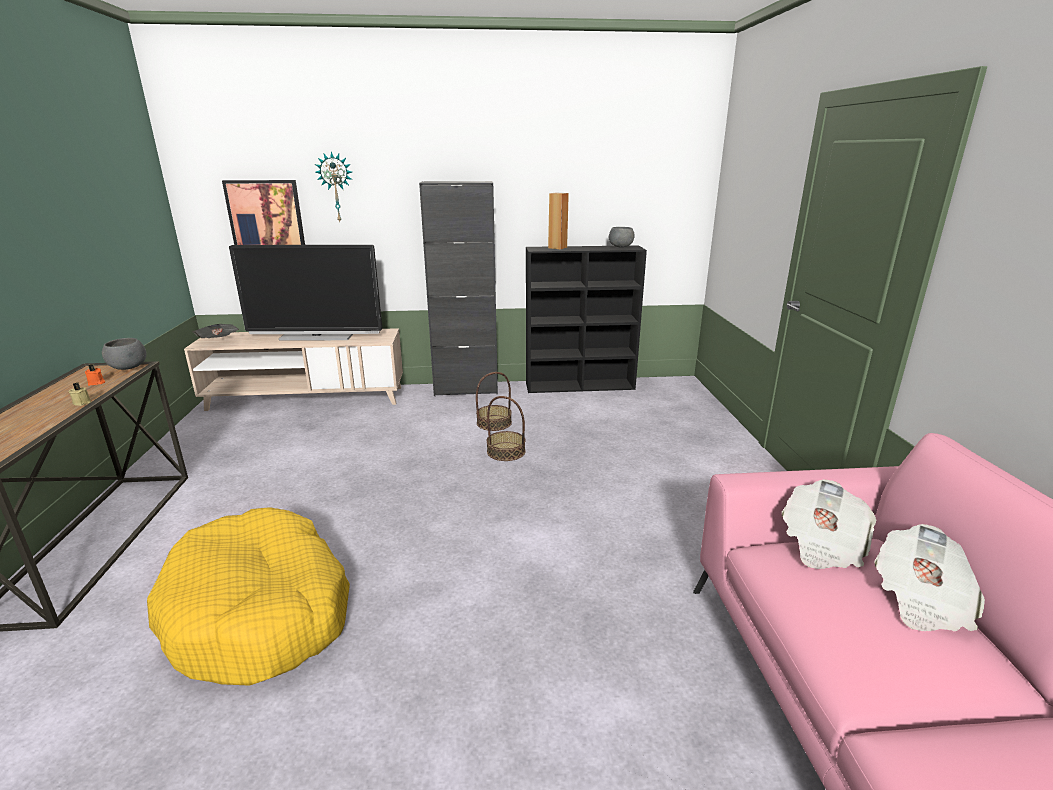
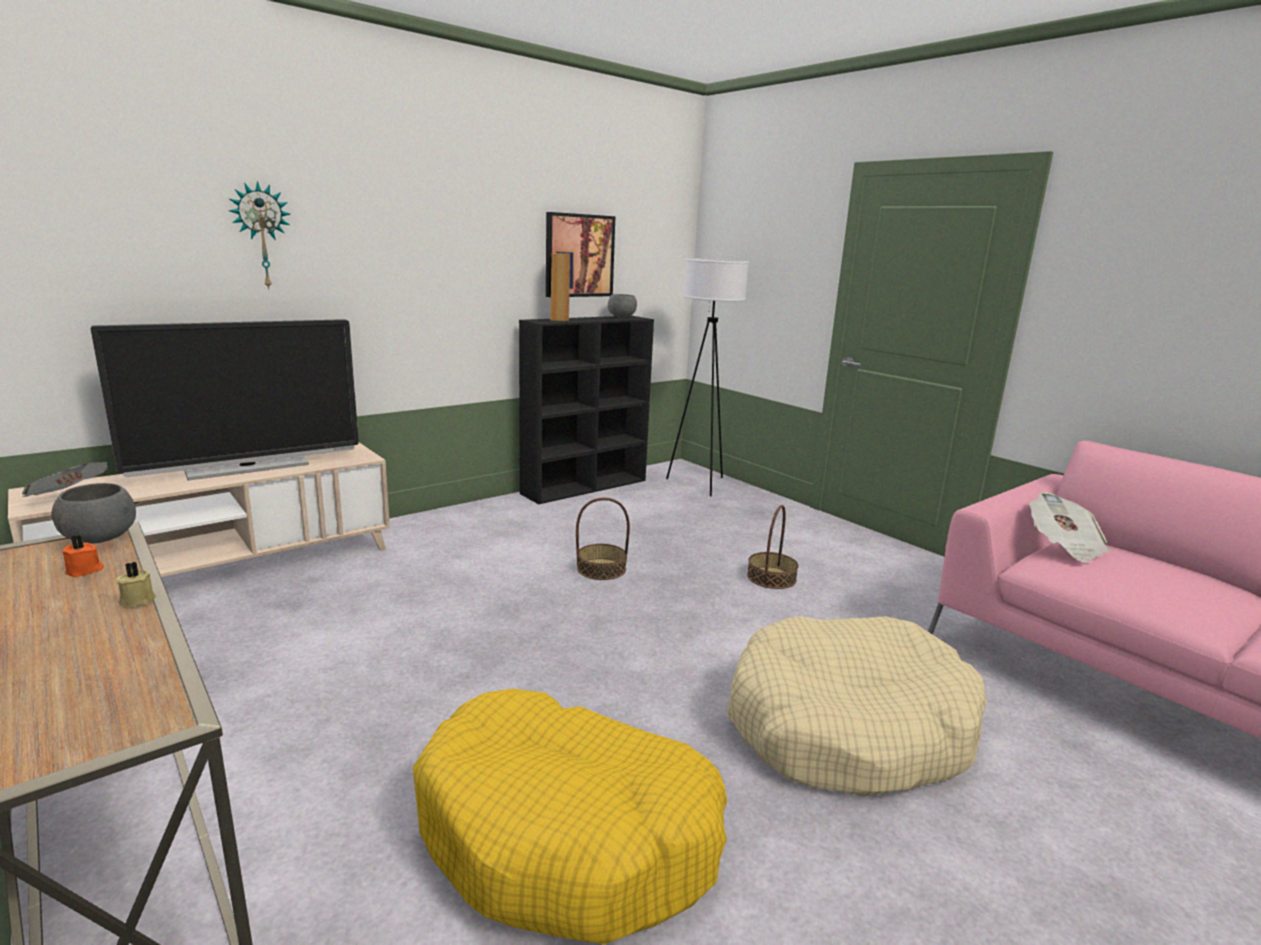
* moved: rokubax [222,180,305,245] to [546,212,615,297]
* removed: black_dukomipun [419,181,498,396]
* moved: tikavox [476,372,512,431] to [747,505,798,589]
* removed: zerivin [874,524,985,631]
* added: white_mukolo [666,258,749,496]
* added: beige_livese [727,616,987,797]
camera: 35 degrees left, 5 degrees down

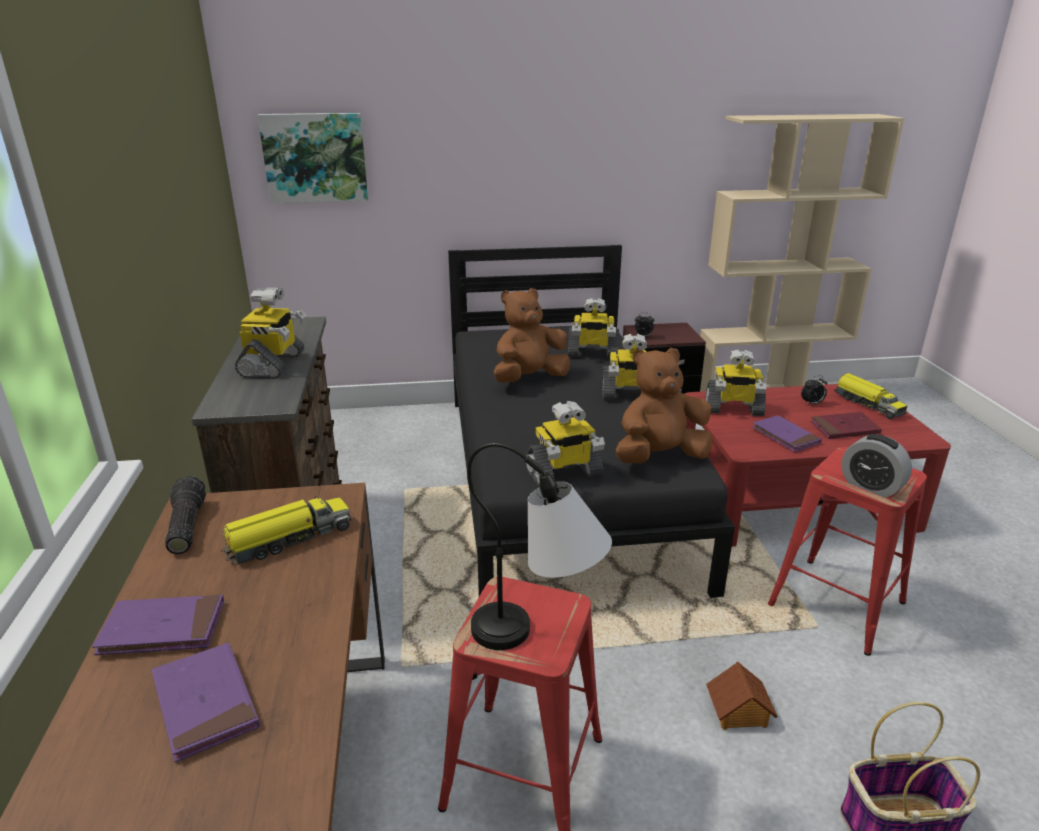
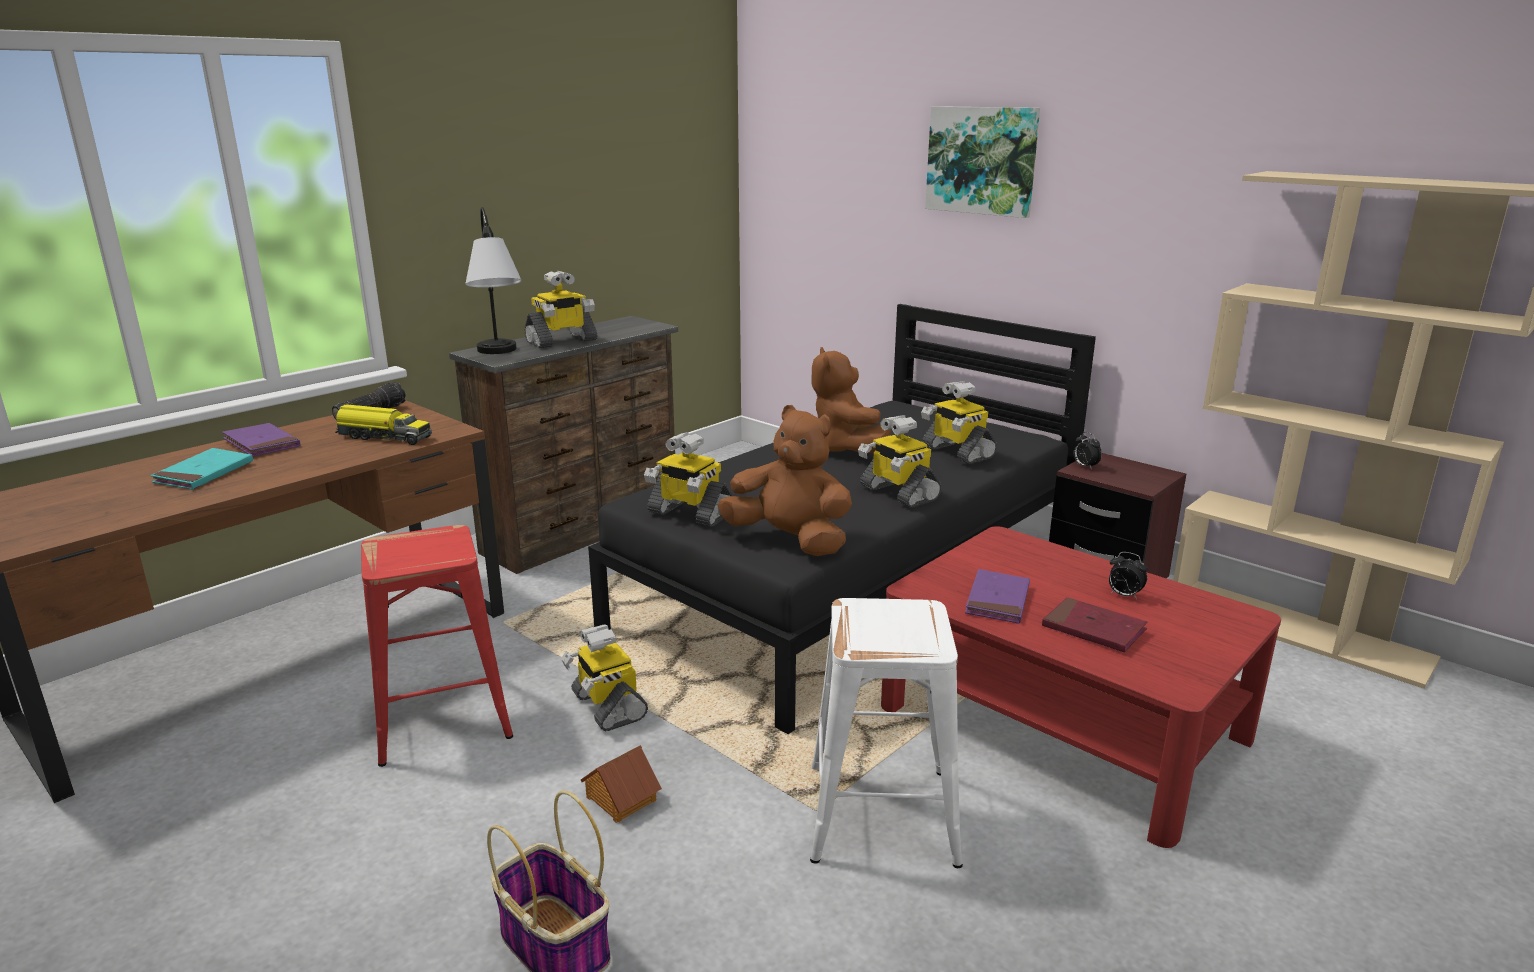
* recoloured: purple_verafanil [151,643,260,762] to turquoise_verafanil [150,448,253,490]
* moved: rokubax [258,113,368,203] to [925,106,1040,218]
* moved: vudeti [467,443,612,650] to [465,207,522,354]
* turned: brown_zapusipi [494,288,570,383] = [811,347,891,453] 120 degrees counterclockwise
* moved: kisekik [705,349,766,416] to [561,624,648,731]
* recoloured: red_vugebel [768,447,927,656] to white_vugebel [810,598,963,868]
* removed: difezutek [834,373,907,419]
* removed: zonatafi [841,434,912,498]
camera: 50 degrees right, 5 degrees down

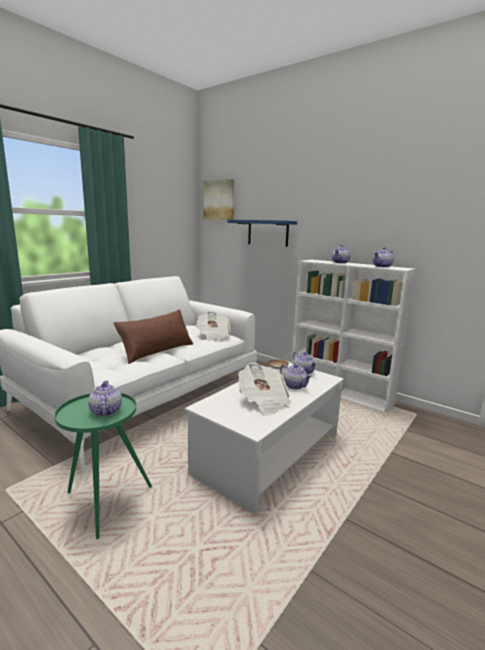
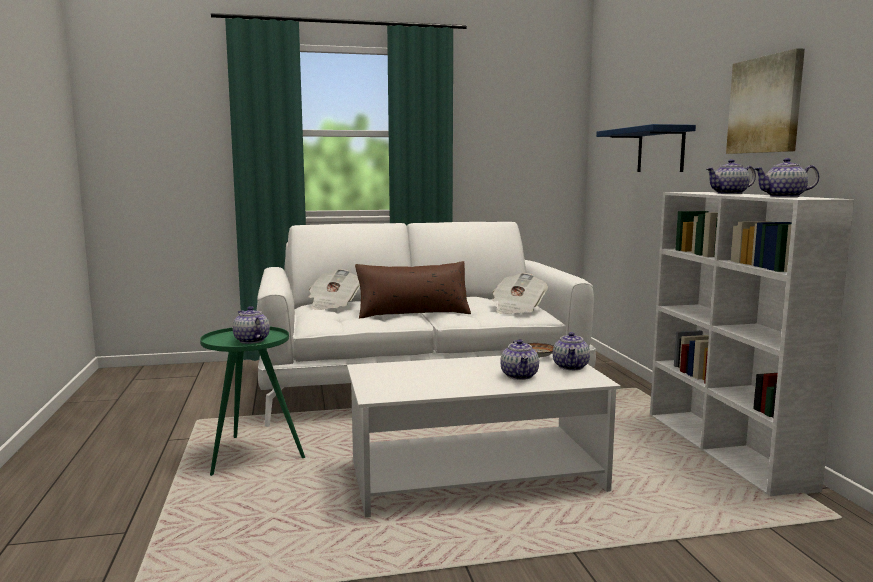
* turned: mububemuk [88,381,122,417] = [233,306,270,344] 60 degrees counterclockwise
* moved: rokubax [204,179,234,220] to [726,48,805,154]
* moved: zerivin [238,363,291,415] to [309,269,360,310]
camera: 40 degrees right, 5 degrees down

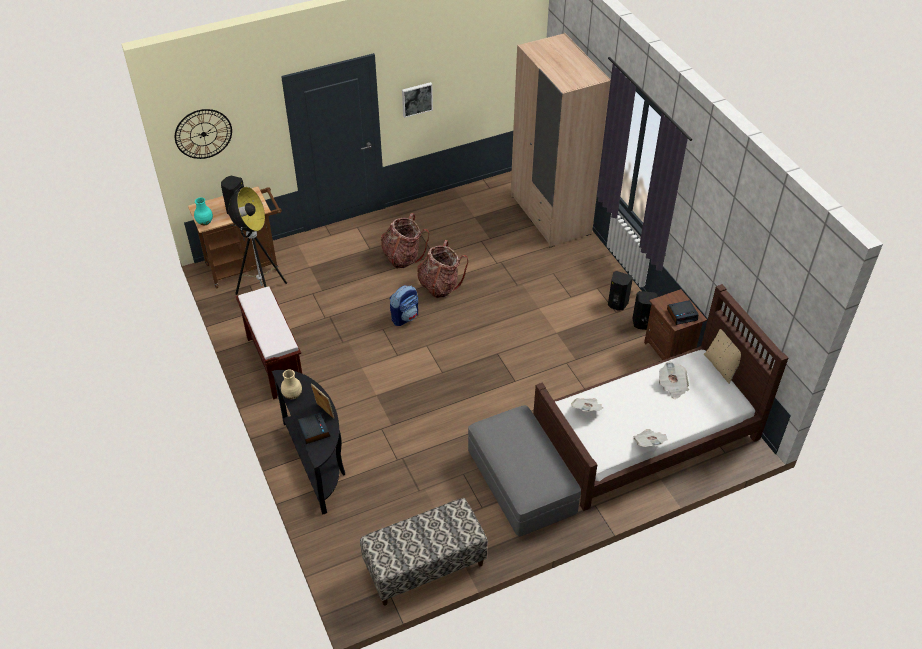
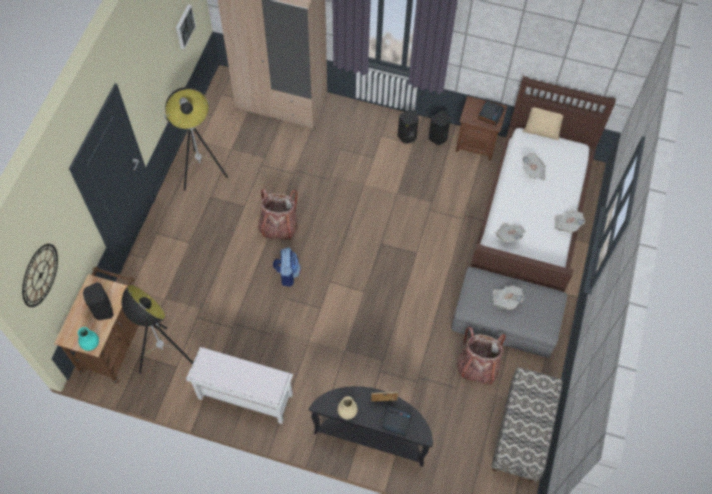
* recoloured: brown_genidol [236,286,302,400] to white_genidol [186,347,293,424]
* moved: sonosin [381,213,429,269] to [457,327,506,384]
* moved: rokubax [402,82,433,118] to [176,4,196,49]
* added: mukolo [165,87,228,191]
* added: zerivin [493,285,524,310]
camera: 50 degrees left, 15 degrees up

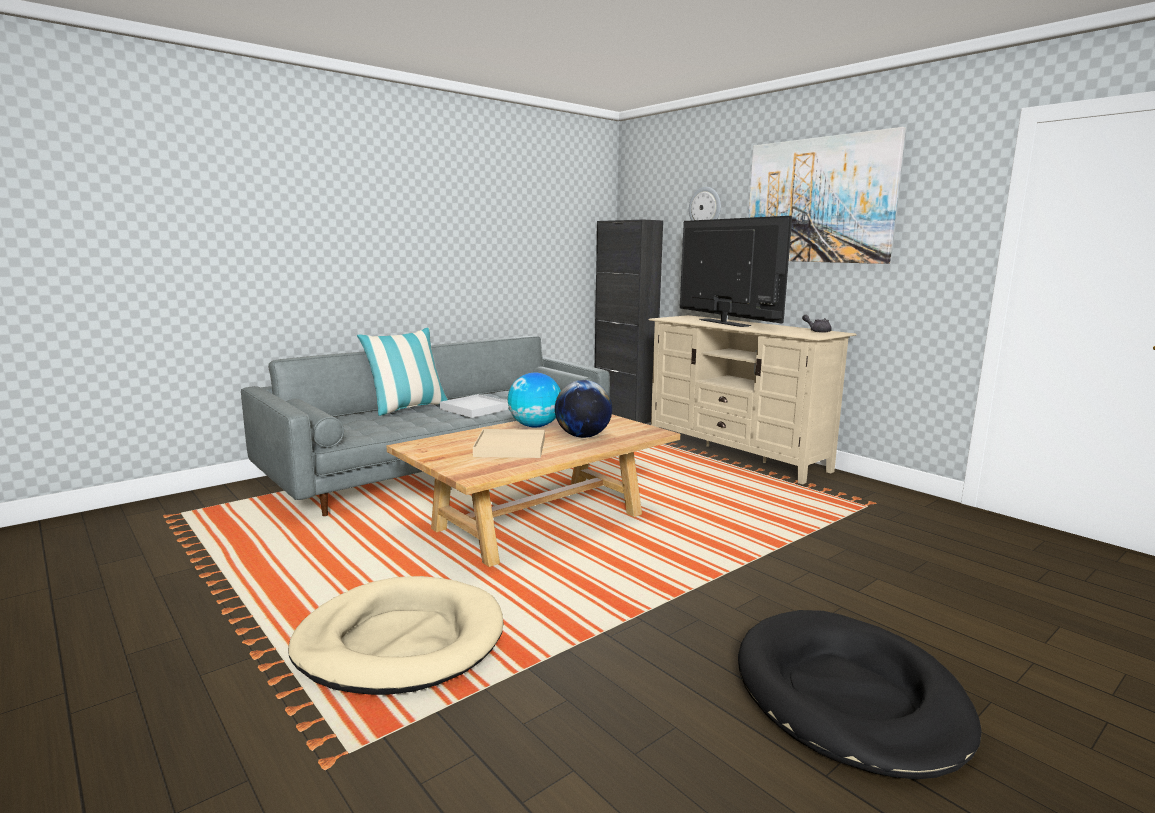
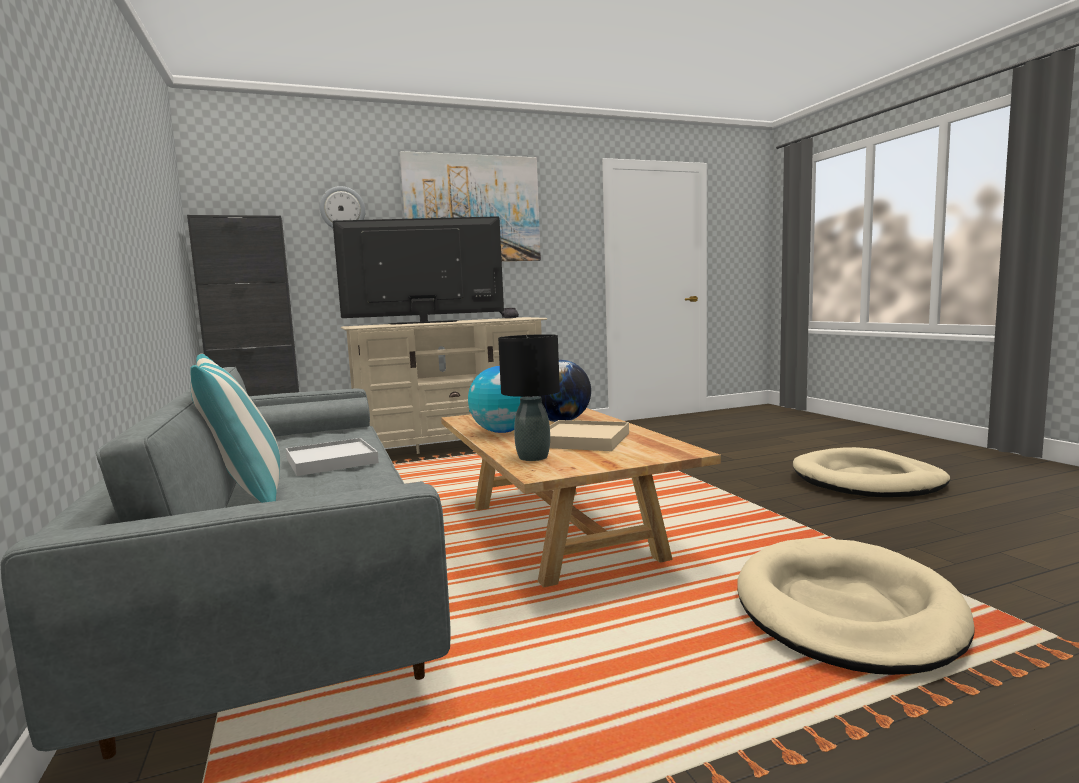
* recoloured: black_livese [738,610,982,779] to beige_livese [793,447,950,497]
* added: black_vudeti [498,334,560,461]
camera: 70 degrees left, 5 degrees down

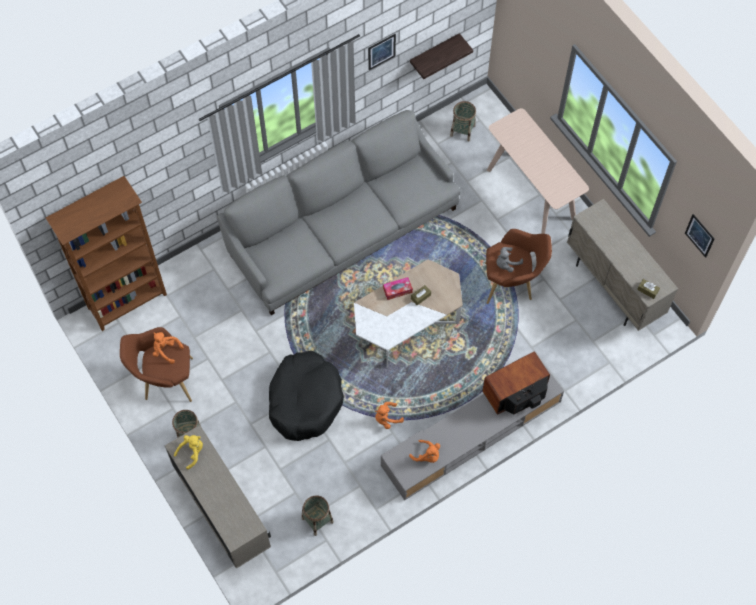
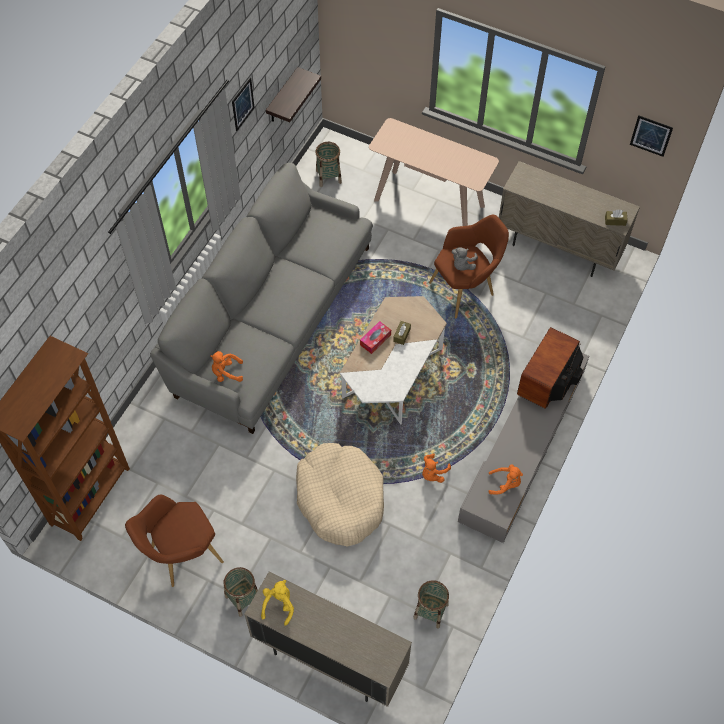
* moved: orange_zapusipi [153,332,184,364] to [210,351,243,382]
* recoloured: black_livese [269,351,344,441] to beige_livese [296,443,384,547]
camera: 30 degrees left, 5 degrees down

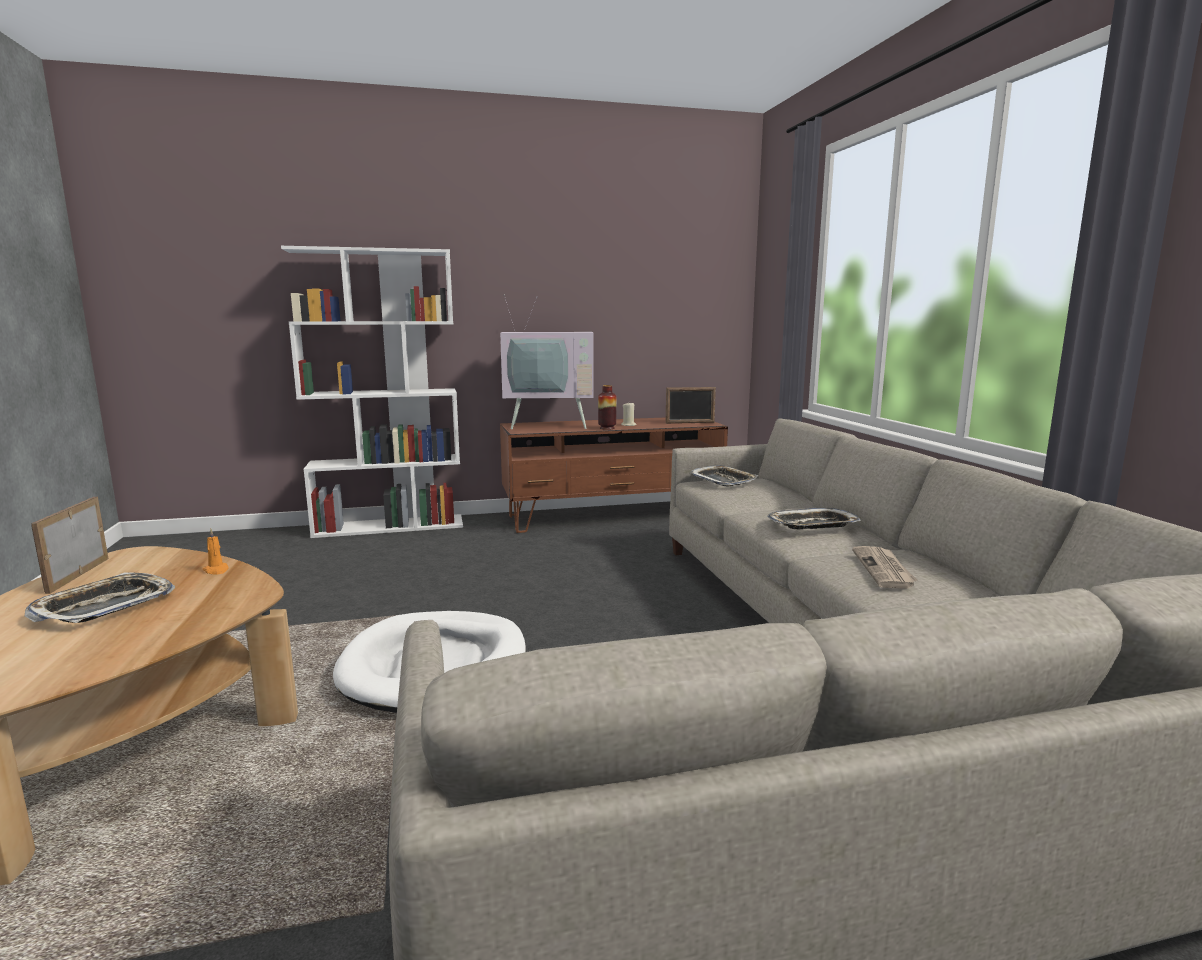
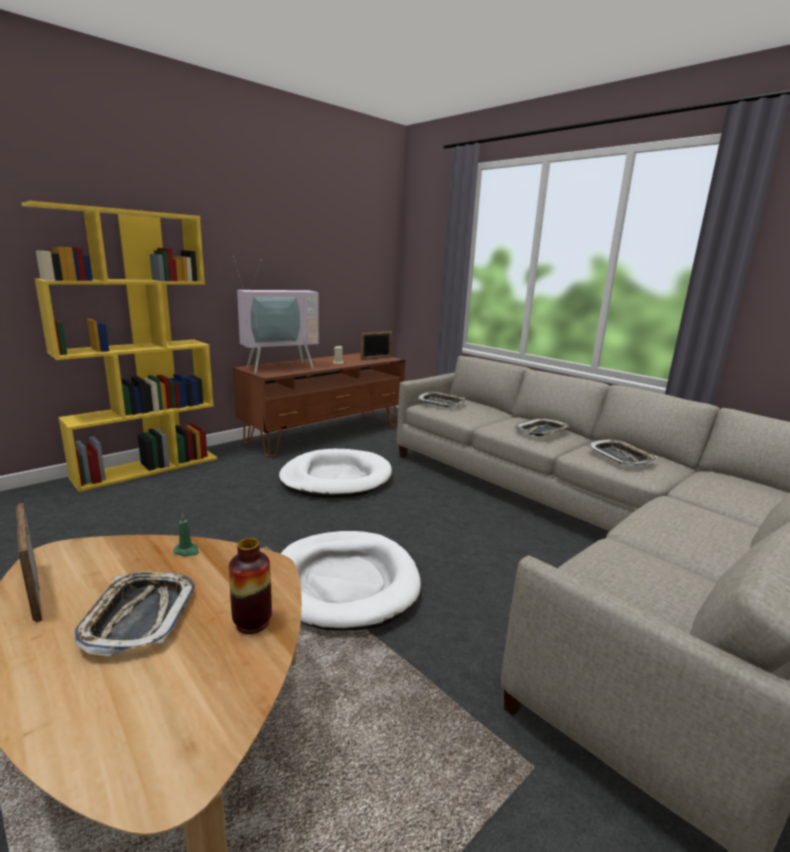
* recoloured: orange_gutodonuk [203,529,229,575] to green_gutodonuk [173,513,199,556]
* recoloured: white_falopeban [281,246,463,538] to yellow_falopeban [21,201,217,492]
* moved: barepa [598,385,616,430] to [229,538,272,634]
* replaced: zerivin [852,546,917,588] to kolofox [587,439,657,466]
* added: white_livese [279,449,392,498]
camera: 30 degrees left, 5 degrees up

